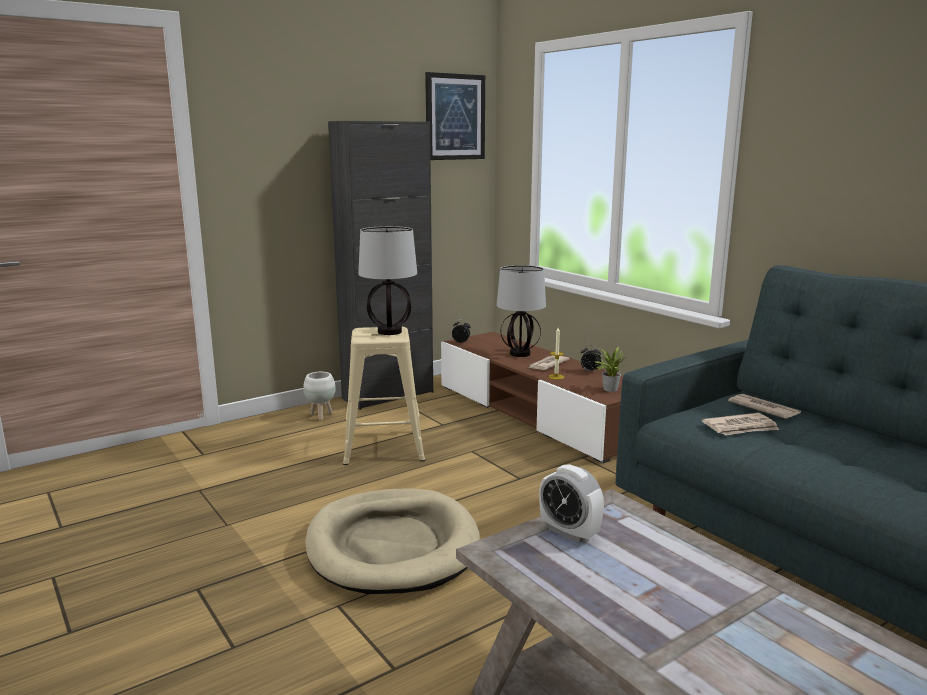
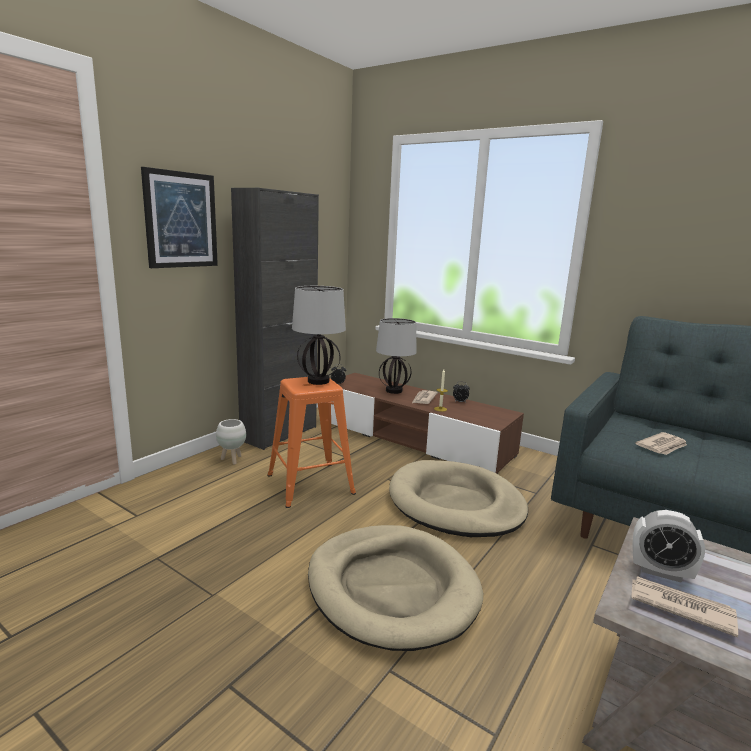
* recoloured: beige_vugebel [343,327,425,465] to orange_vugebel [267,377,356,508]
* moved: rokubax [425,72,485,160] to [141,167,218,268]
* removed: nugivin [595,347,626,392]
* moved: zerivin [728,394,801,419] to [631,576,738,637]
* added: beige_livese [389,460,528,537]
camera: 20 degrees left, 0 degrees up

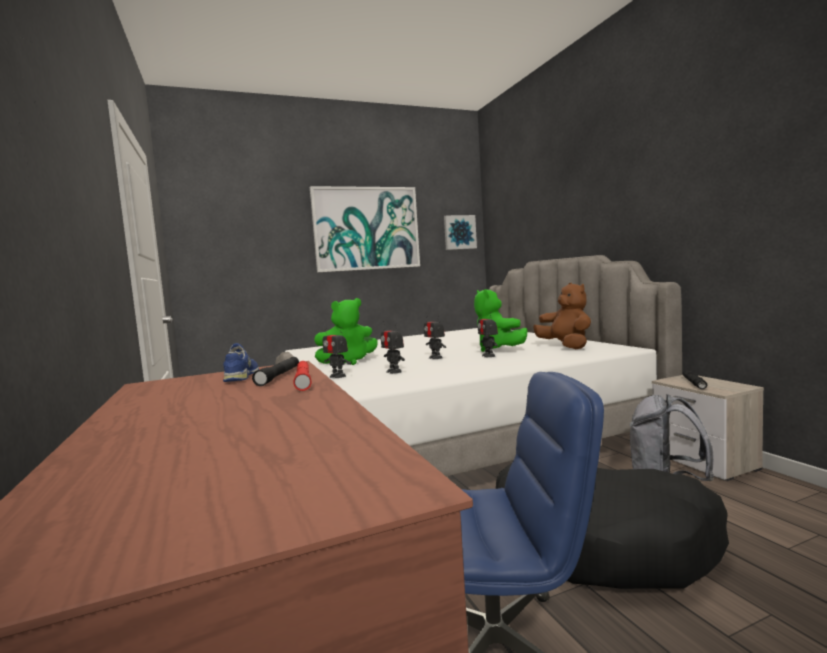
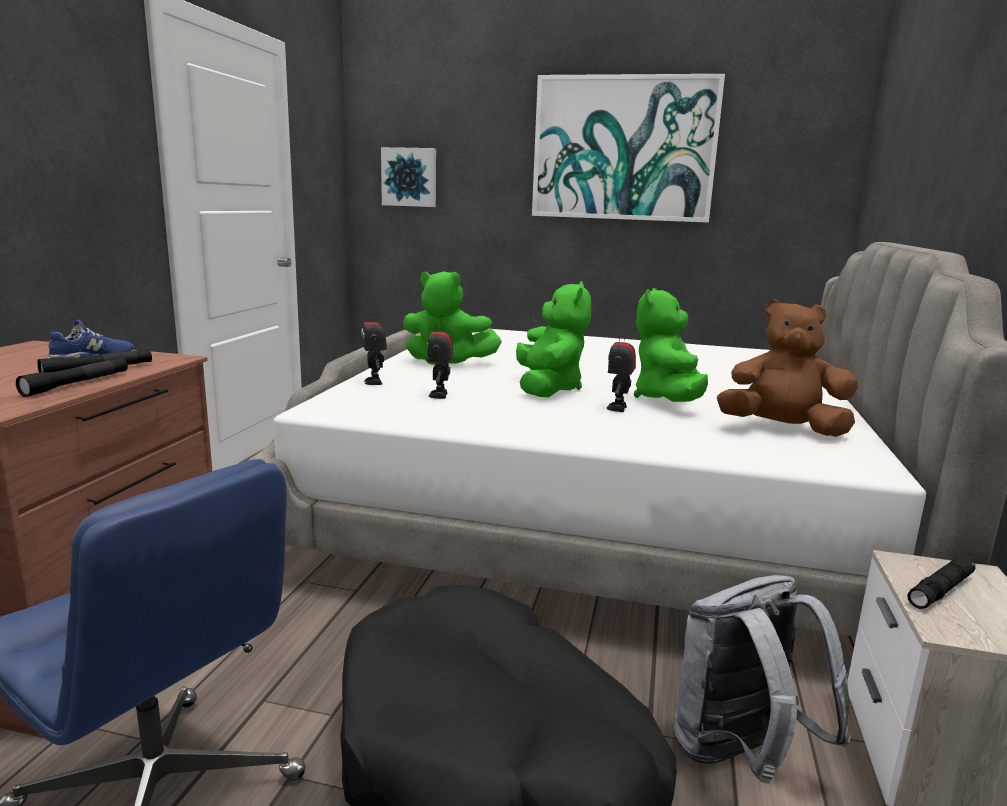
* recoloured: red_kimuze [293,361,312,391] to black_kimuze [16,358,128,397]
* replaced: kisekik [424,315,446,359] to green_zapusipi [516,281,591,397]
* moved: rokubax [444,215,477,250] to [381,147,436,207]
* turned: brown_zapusipi [533,283,591,349] = [717,299,858,437] 90 degrees counterclockwise
camera: 35 degrees right, 10 degrees up

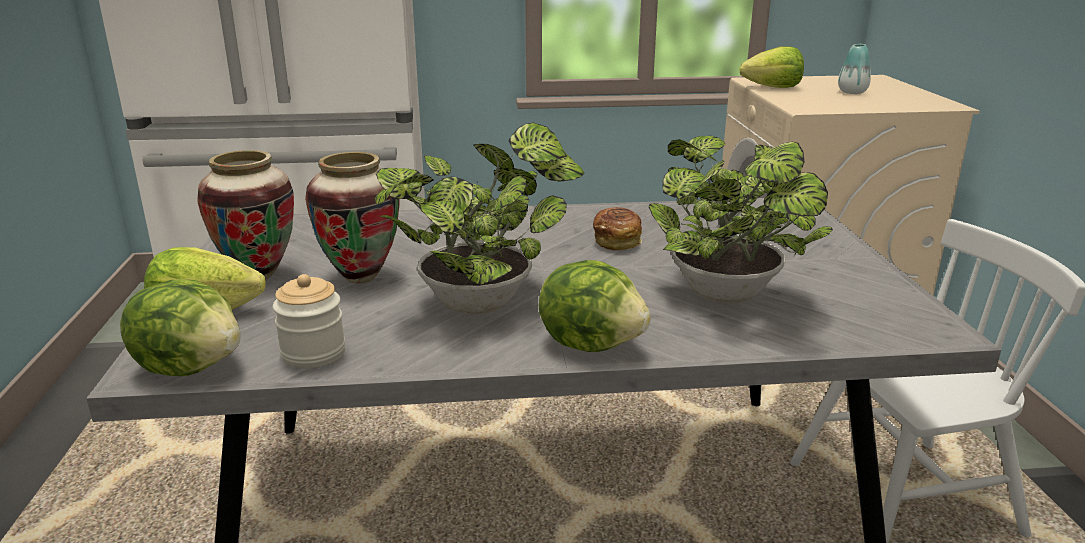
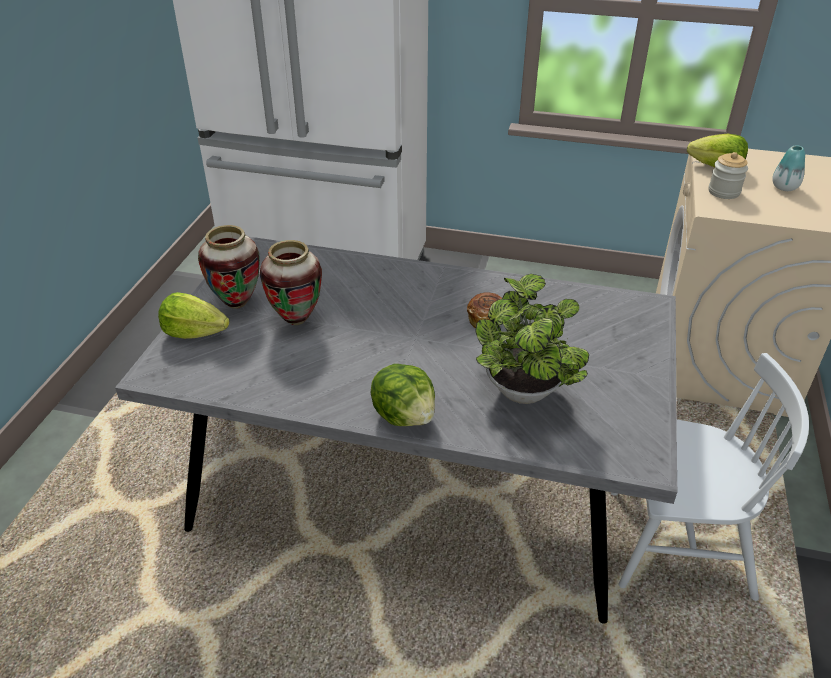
* removed: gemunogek [120,279,241,376]
* moved: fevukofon [273,274,345,369] to [708,152,748,199]
* removed: nugivin [374,122,585,314]
camera: 20 degrees right, 15 degrees up

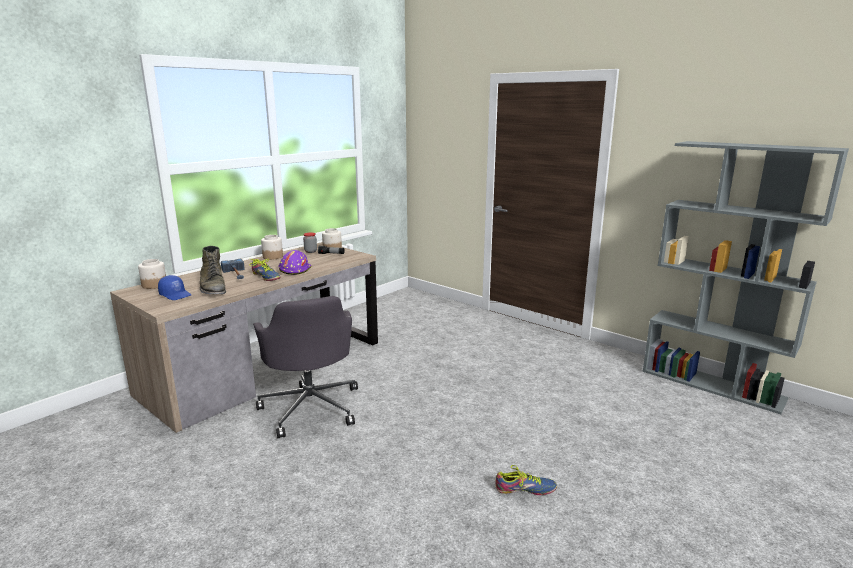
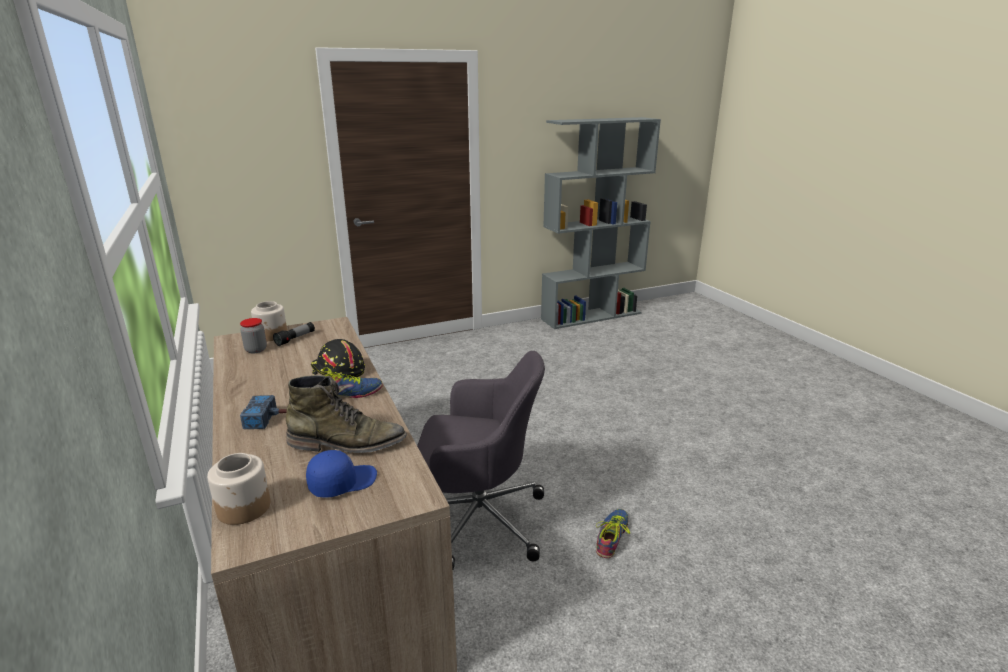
* removed: fevukofon [261,235,283,260]
* recoloured: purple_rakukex [278,250,312,275] to black_rakukex [311,339,365,378]
* moved: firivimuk [495,465,557,495] to [596,509,630,558]
camera: 65 degrees left, 5 degrees up

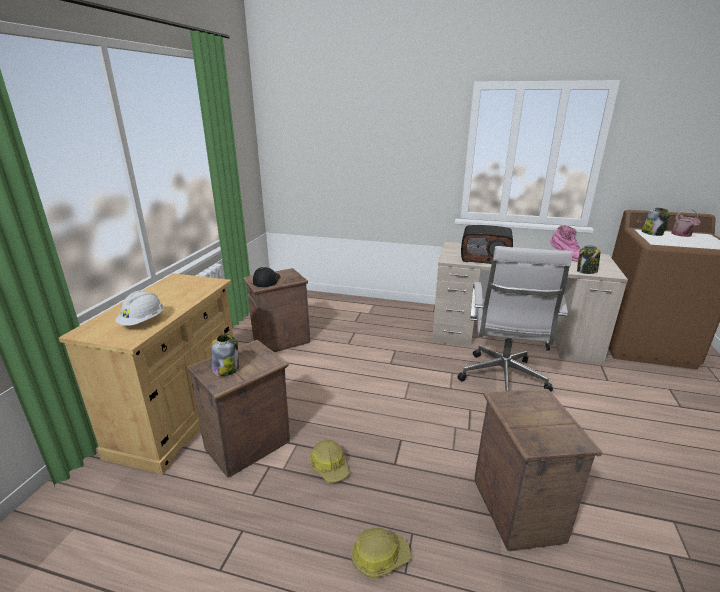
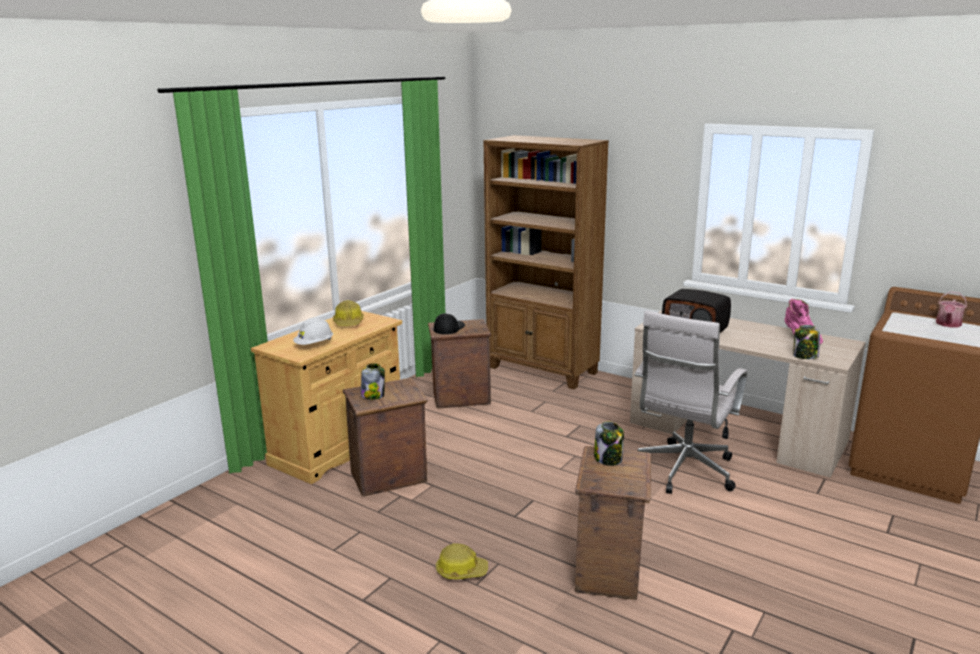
* moved: rakukex [309,440,349,483] to [333,300,364,326]
* moved: fevukofon [642,208,671,236] to [594,421,624,466]
* added: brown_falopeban [484,135,609,389]
camera: 20 degrees right, 5 degrees down

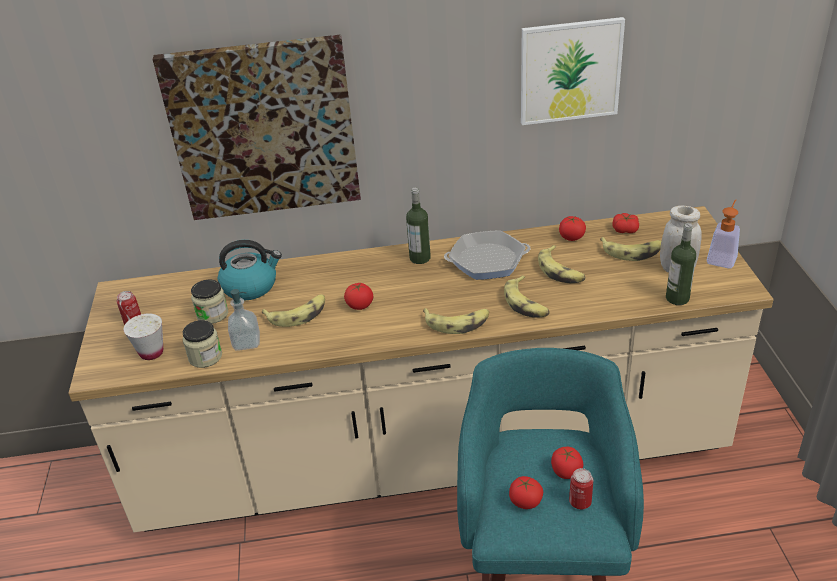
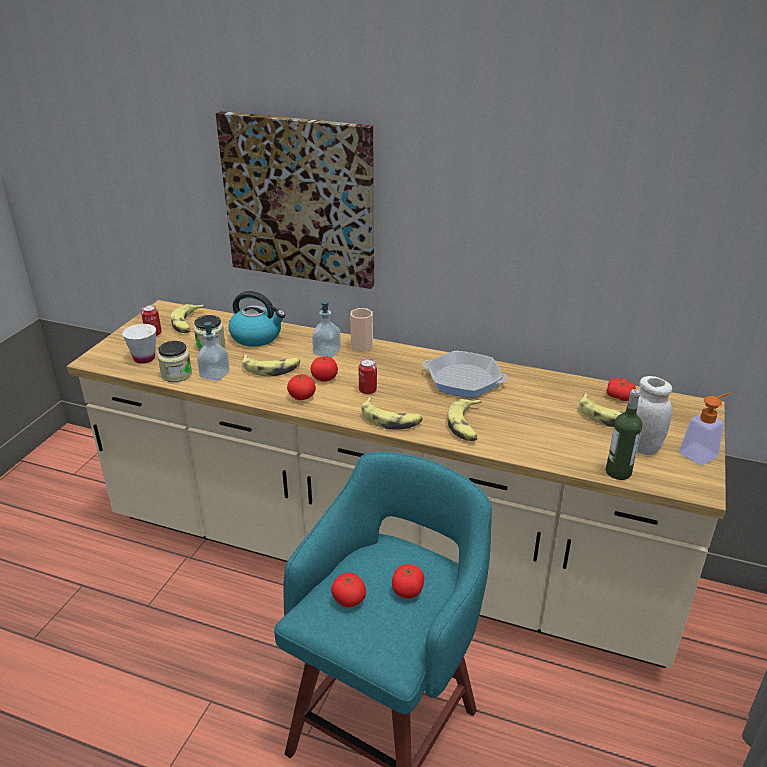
* removed: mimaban [406,188,431,264]
* removed: rokubax [521,17,625,125]
* moved: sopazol [538,245,586,283] to [171,304,204,333]
* moved: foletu [559,216,586,241] to [287,374,316,400]
* moved: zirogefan [569,468,593,509] to [359,358,377,394]
* added: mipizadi [312,301,341,358]
* added: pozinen [350,308,373,352]
camera: 25 degrees right, 5 degrees down

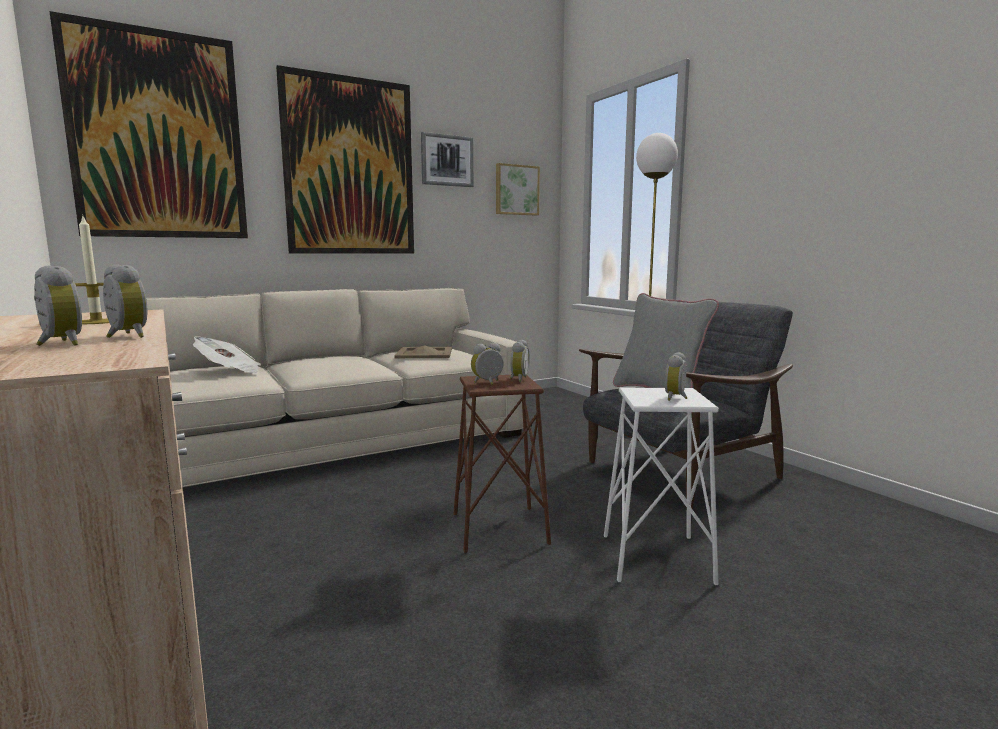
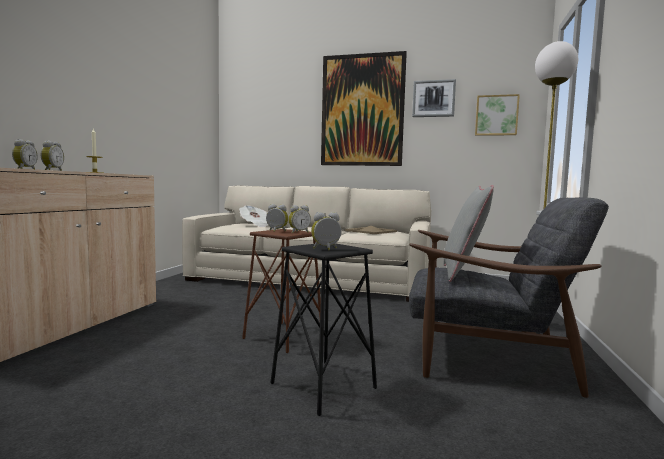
* removed: rokubax [49,11,248,238]
* recoloured: white_vugebel [604,388,719,585] to black_vugebel [270,244,377,416]
camera: 45 degrees right, 5 degrees down

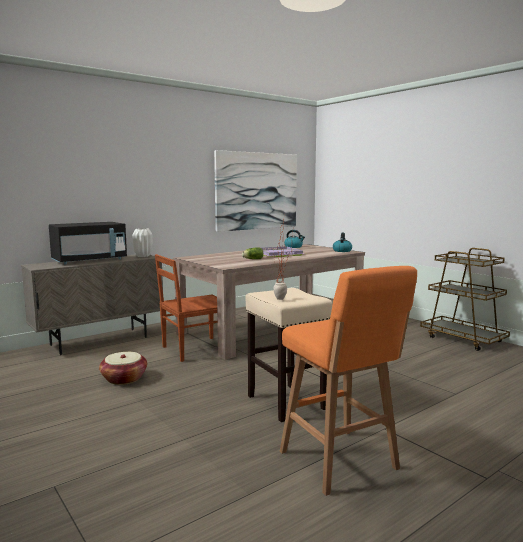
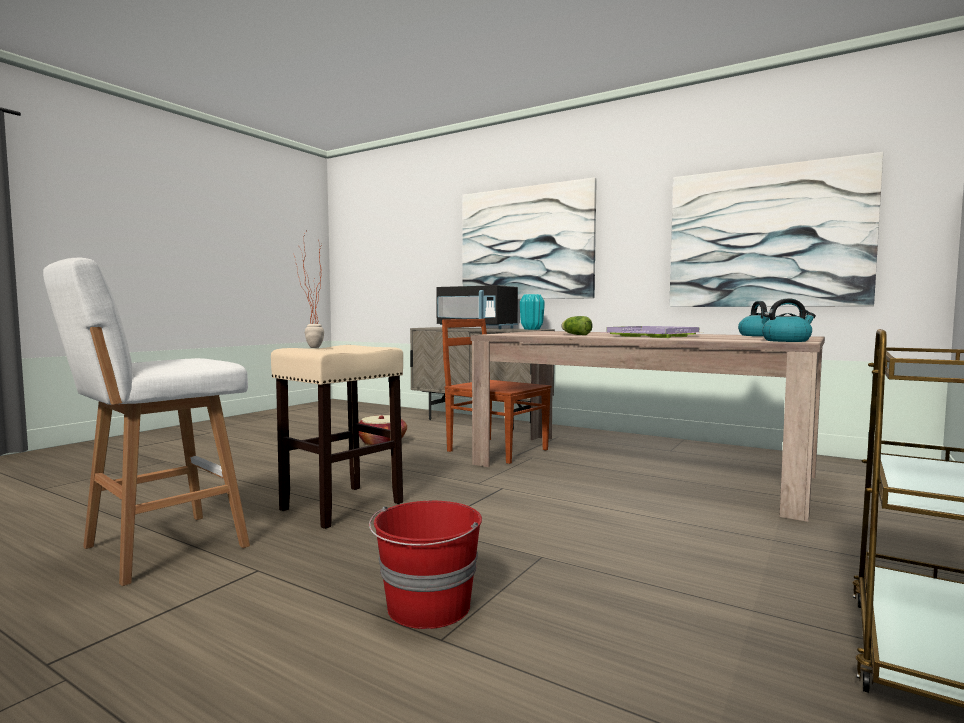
* recoloured: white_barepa [132,228,153,257] to turquoise_barepa [520,294,545,330]
* recoloured: orange_vugebel [280,266,417,496] to white_vugebel [43,258,250,586]
* added: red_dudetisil [369,501,482,629]
* added: rokubax [462,177,597,299]
camera: 70 degrees right, 5 degrees down

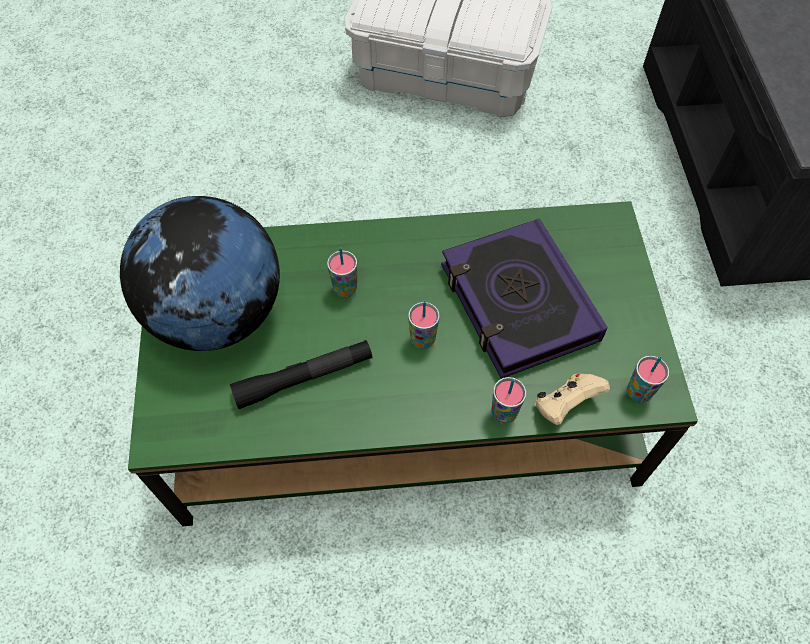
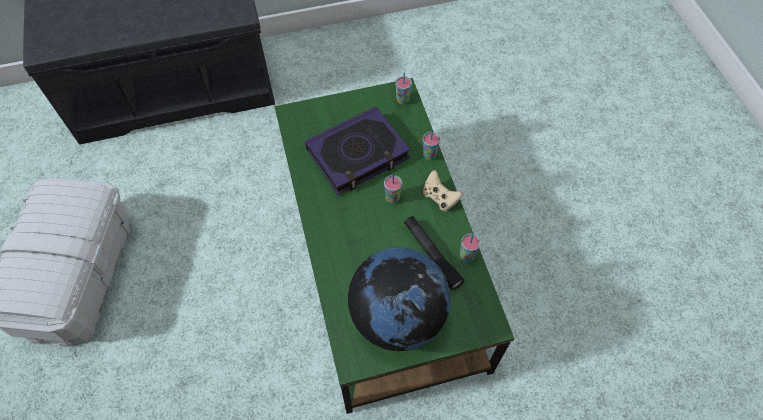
* moved: pozinen [327,247,357,298] to [460,234,481,262]
* moved: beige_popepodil [535,374,610,425] to [423,170,463,211]
camera: 100 degrees left, 0 degrees up

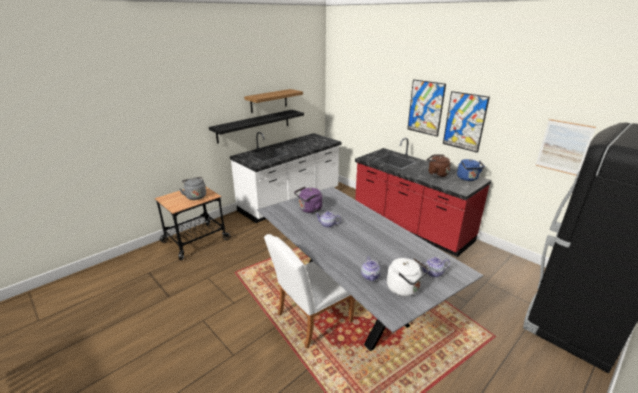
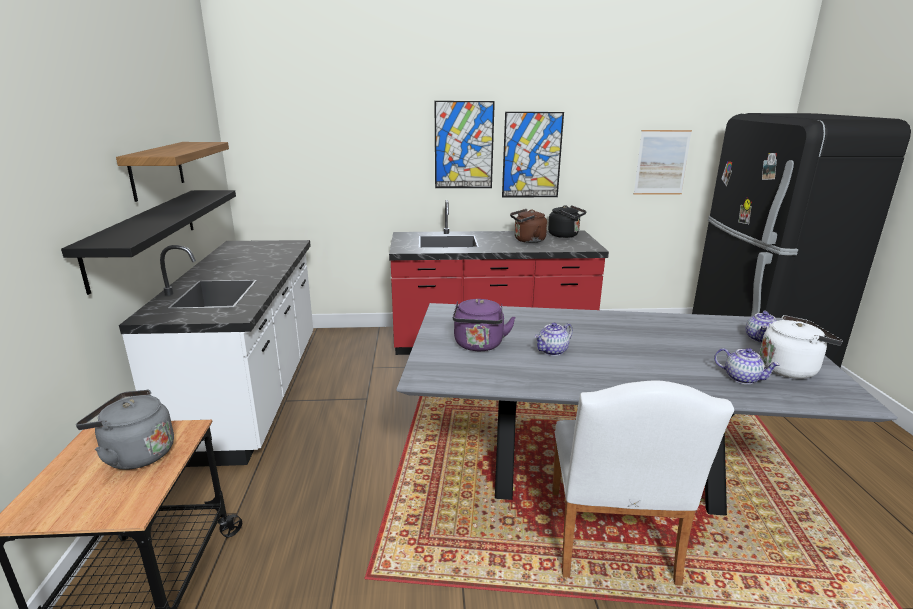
* recoloured: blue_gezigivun [457,159,485,181] to black_gezigivun [548,205,587,238]
camera: 50 degrees left, 5 degrees down

